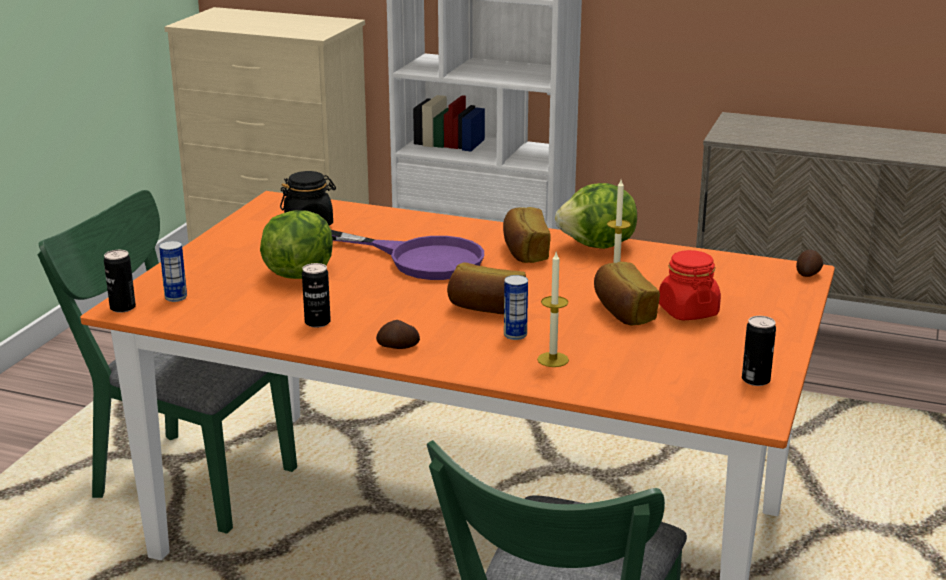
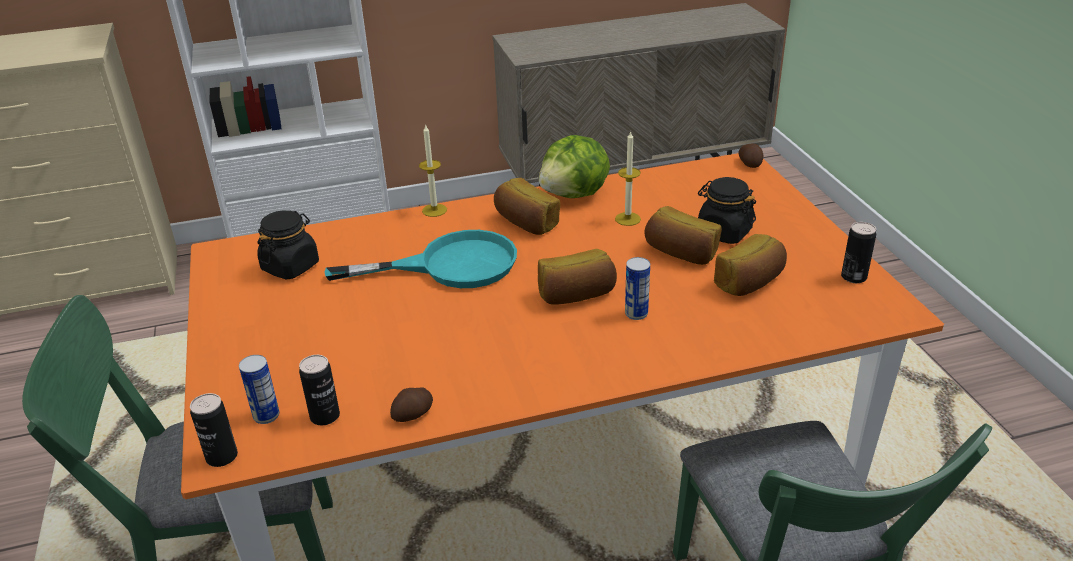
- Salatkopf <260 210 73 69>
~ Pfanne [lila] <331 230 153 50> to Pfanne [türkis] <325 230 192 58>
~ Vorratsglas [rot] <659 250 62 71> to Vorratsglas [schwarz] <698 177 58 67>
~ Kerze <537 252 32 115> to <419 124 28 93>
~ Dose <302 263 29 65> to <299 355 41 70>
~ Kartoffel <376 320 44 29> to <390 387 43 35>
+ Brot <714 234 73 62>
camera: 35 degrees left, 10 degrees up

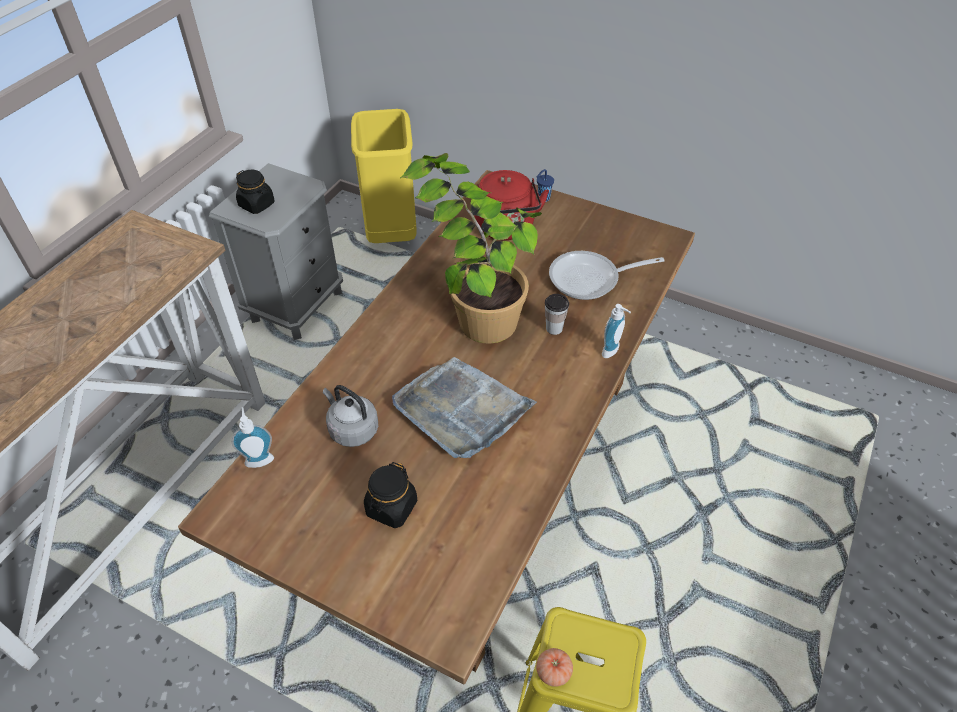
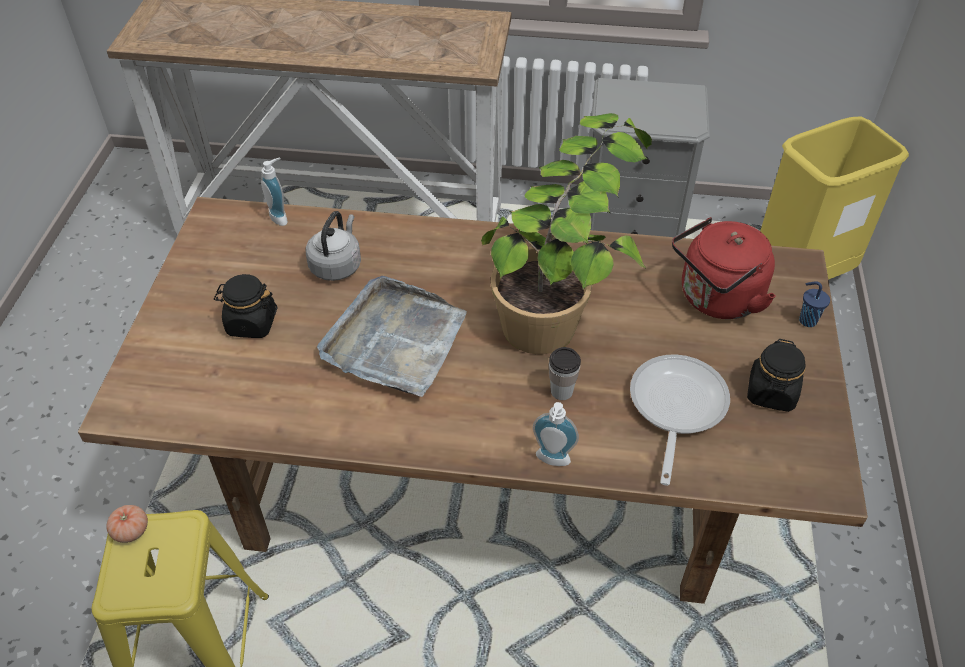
~ Vorratsglas [schwarz] <236 170 38 44> to <747 339 59 73>
~ Pfanne <549 251 115 49> = <630 355 100 131> 45 degrees clockwise
camera: 70 degrees right, 0 degrees up

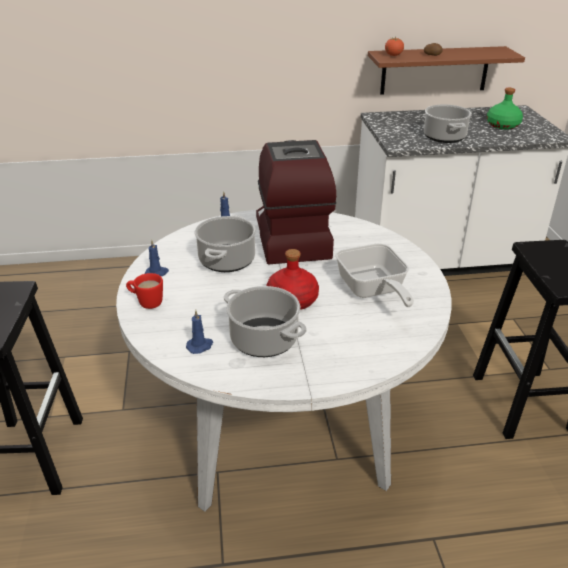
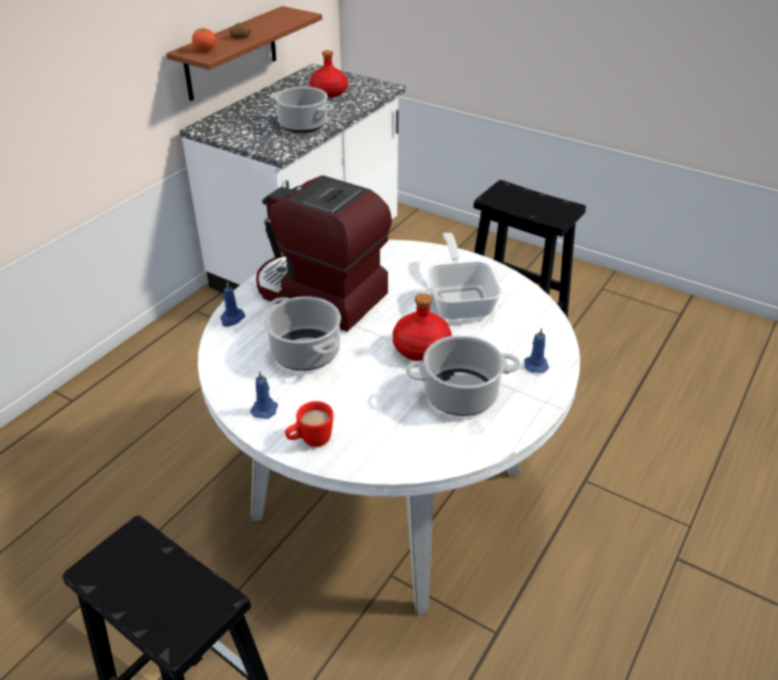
~ Flasche [grün] <487 87 36 43> to Flasche [rot] <310 50 38 47>
~ Pfanne <335 243 79 64> = <428 232 74 88> 120 degrees counterclockwise
~ Kerze [blau] <186 310 27 44> to <524 328 25 45>
camera: 50 degrees left, 5 degrees up

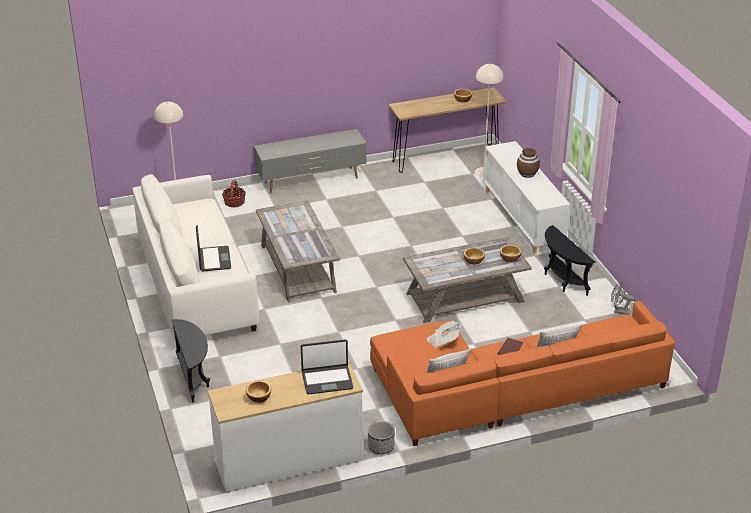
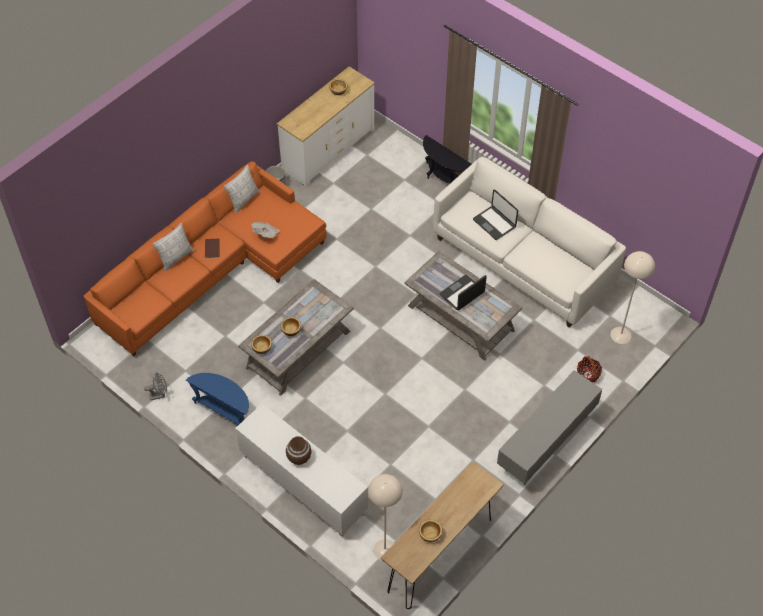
~ Beistelltisch [schwarz] <544 225 52 71> to Beistelltisch [blau] <186 373 63 52>
~ Laptop <301 340 52 54> to <439 275 48 35>
camera: 150 degrees right, 20 degrees up

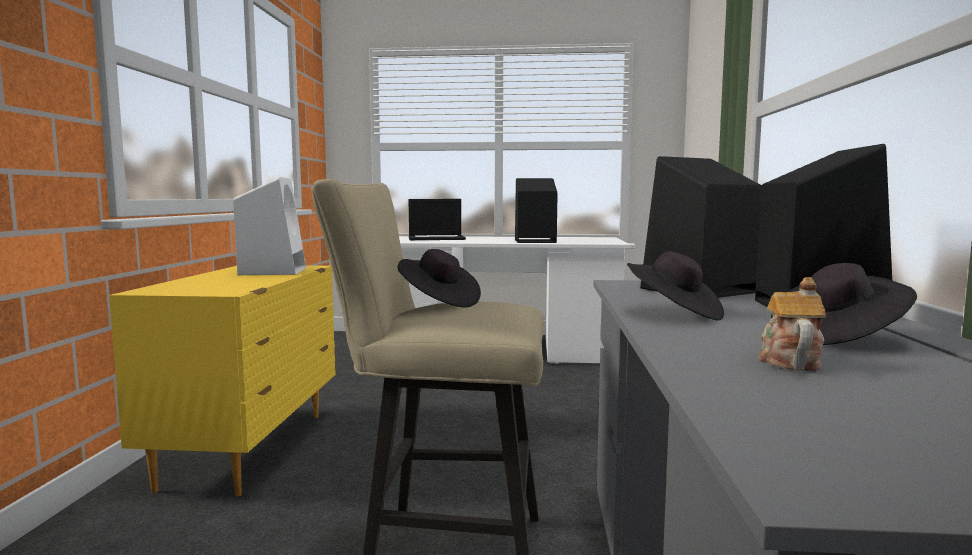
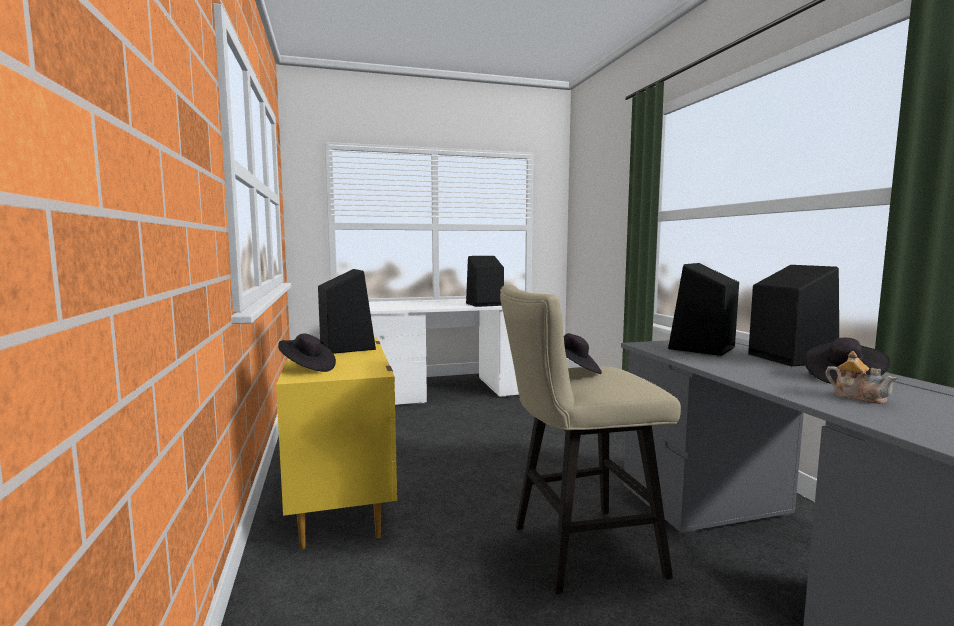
~ Lautsprecher [weiß] <233 177 73 98> to Lautsprecher [schwarz] <318 269 58 85>
- Laptop <408 199 58 41>
~ Hut [schwarz] <627 251 97 70> to <278 333 58 39>
~ Teekanne <758 277 68 94> = <825 351 72 53> 150 degrees clockwise
camera: 20 degrees left, 0 degrees up

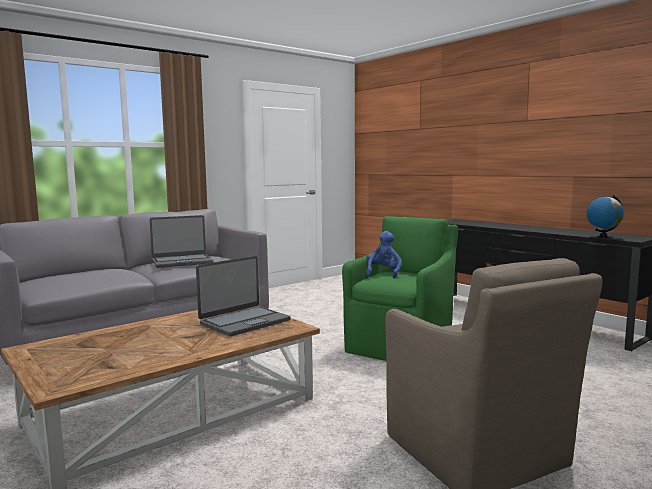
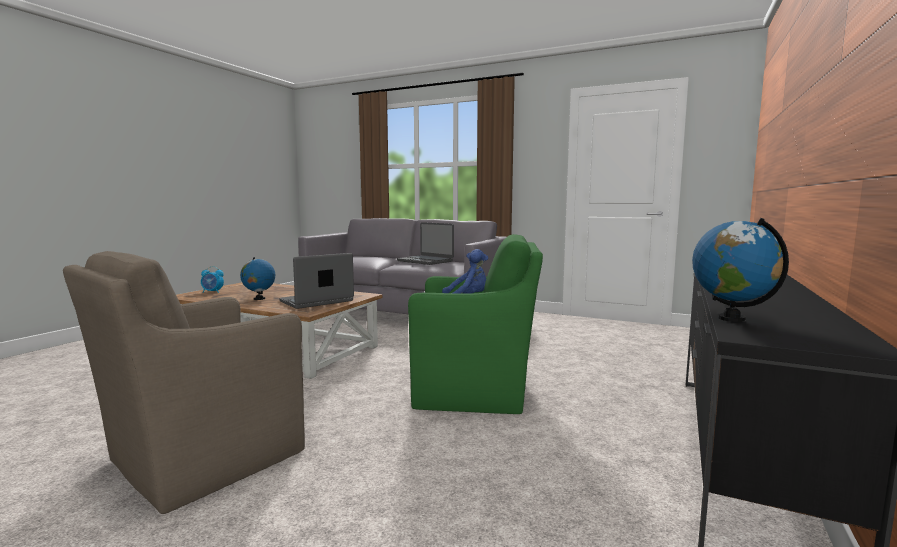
~ Laptop <196 256 95 80> = <279 253 75 56> 120 degrees clockwise
+ Globus <240 257 35 43>
+ Wecker <201 266 23 27>
camera: 65 degrees right, 0 degrees up

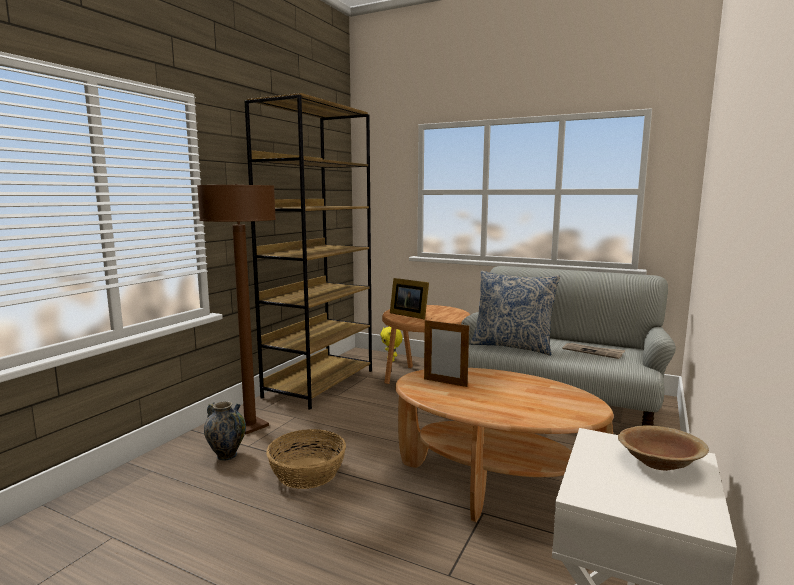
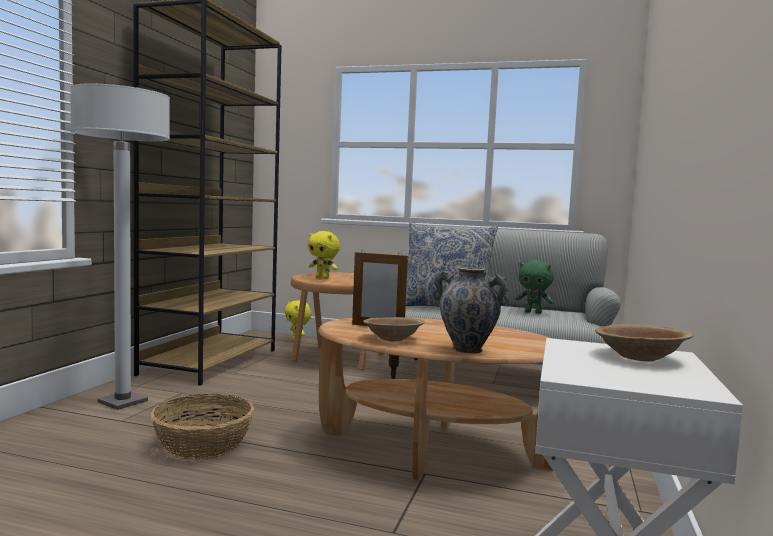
~ Stehlampe [braun] <197 184 79 250> to Stehlampe [weiß] <70 83 100 327>
~ Bilderrahmen <390 278 39 41> to Plüschtier [gelb] <308 231 32 48>
~ Zeitung <562 343 63 16> to Plüschtier [grün] <515 260 39 54>
~ Vase <204 401 42 59> to <433 267 76 86>
+ Schüssel [braun] <363 317 62 24>
camera: 10 degrees left, 5 degrees down

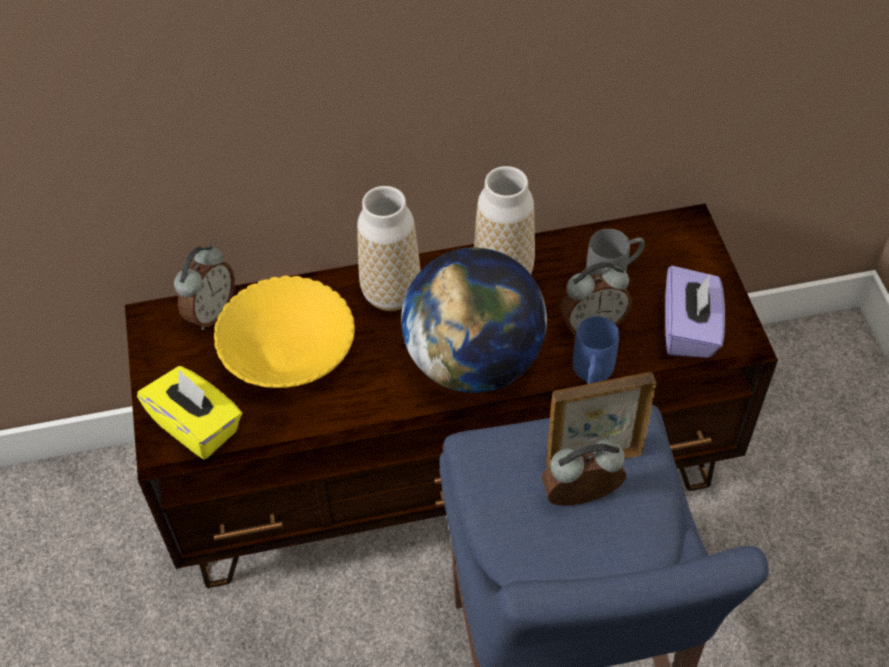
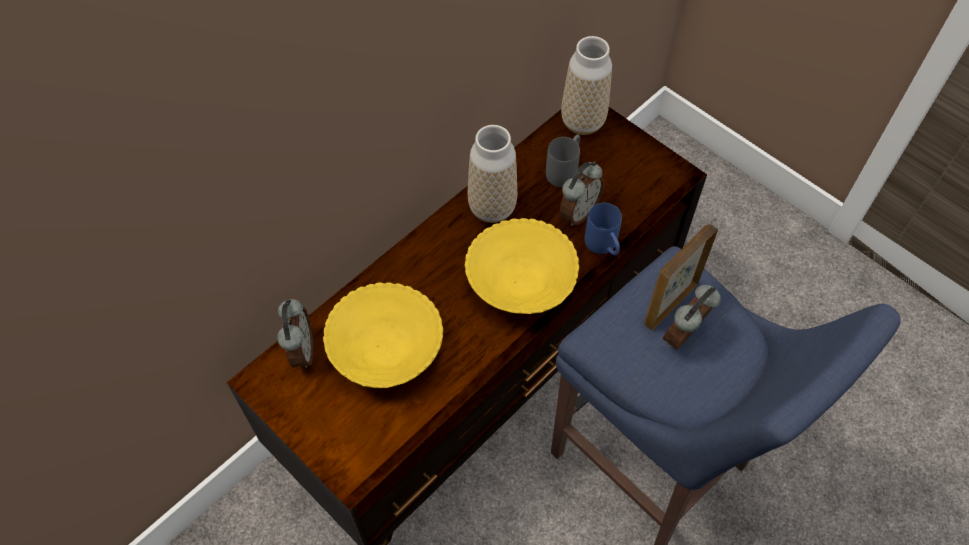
~ Vase <357 186 64 125> to <561 36 51 99>
~ Globus <401 247 146 146> to Schüssel [gelb] <465 218 114 96>
- Taschentuchbox [lila] <665 266 60 92>
- Taschentuchbox [gelb] <137 366 105 93>
camera: 35 degrees left, 5 degrees up

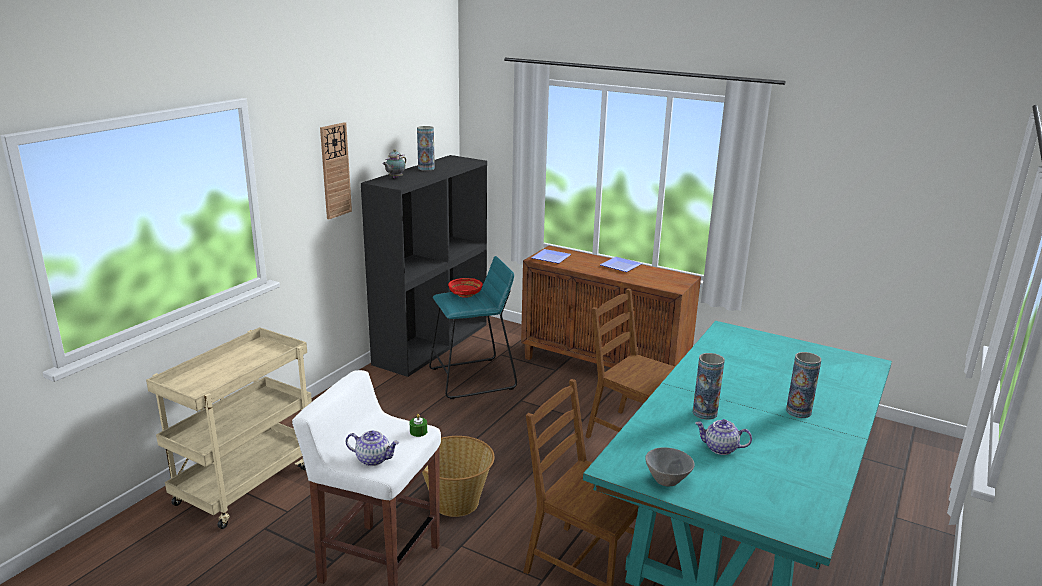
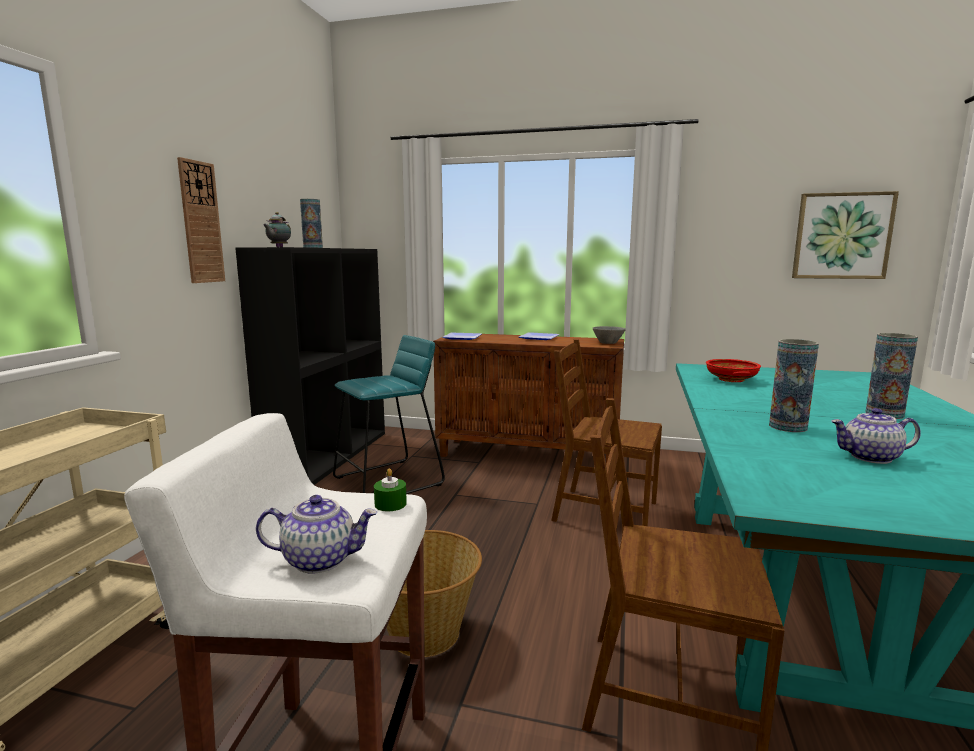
~ Schüssel [rot] <448 278 35 20> to <706 359 55 23>
~ Schüssel [grau] <645 447 50 39> to <593 326 33 18>
+ Bild <792 191 107 88>
camera: 15 degrees left, 10 degrees down

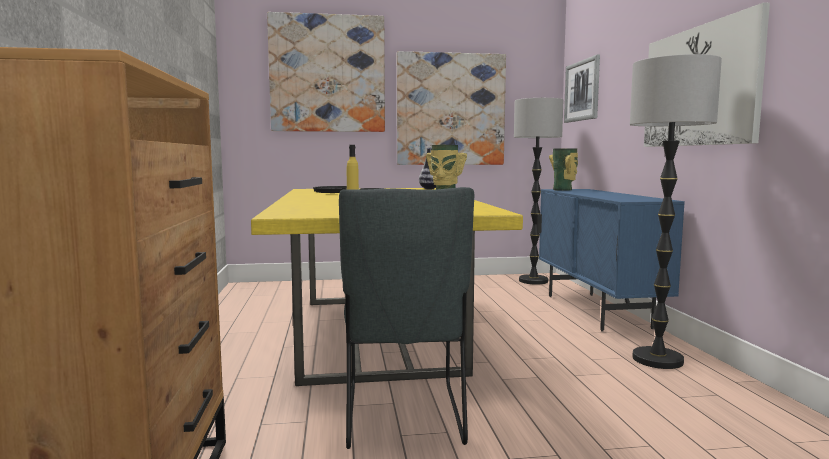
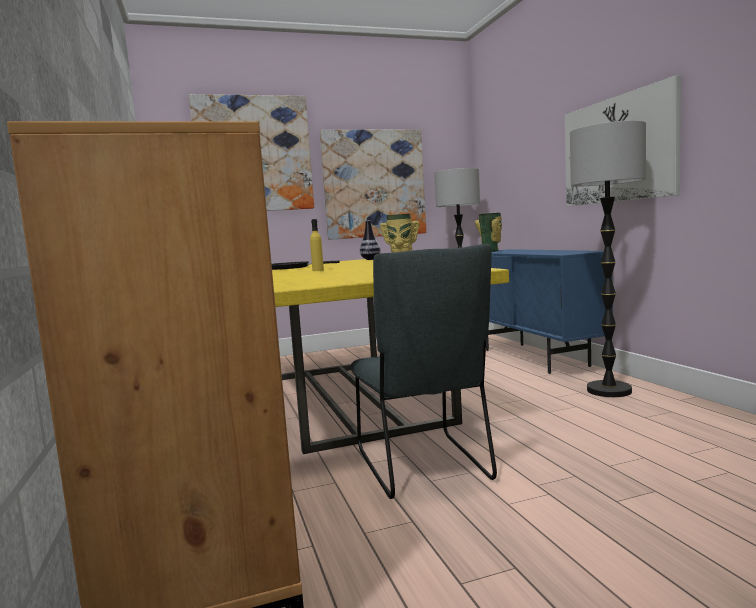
- Bild <564 55 36 68>
camera: 10 degrees left, 0 degrees up

